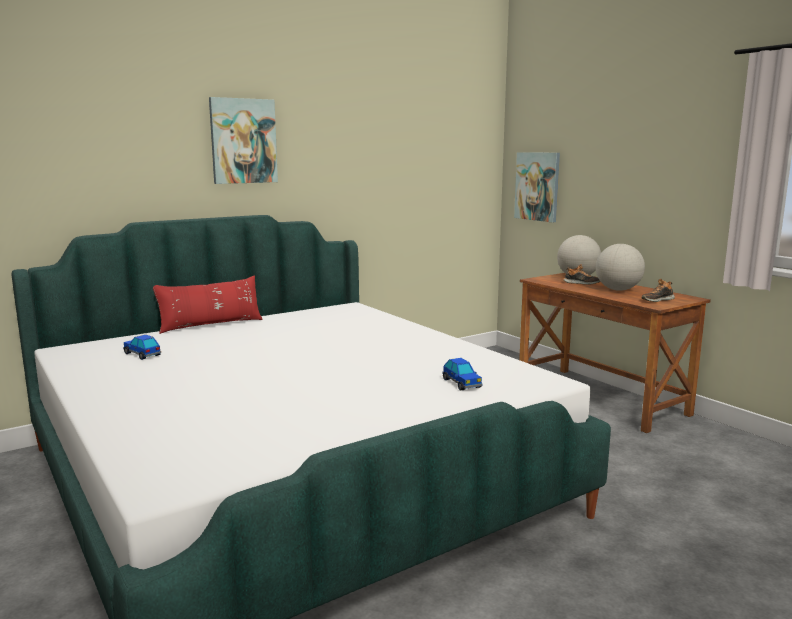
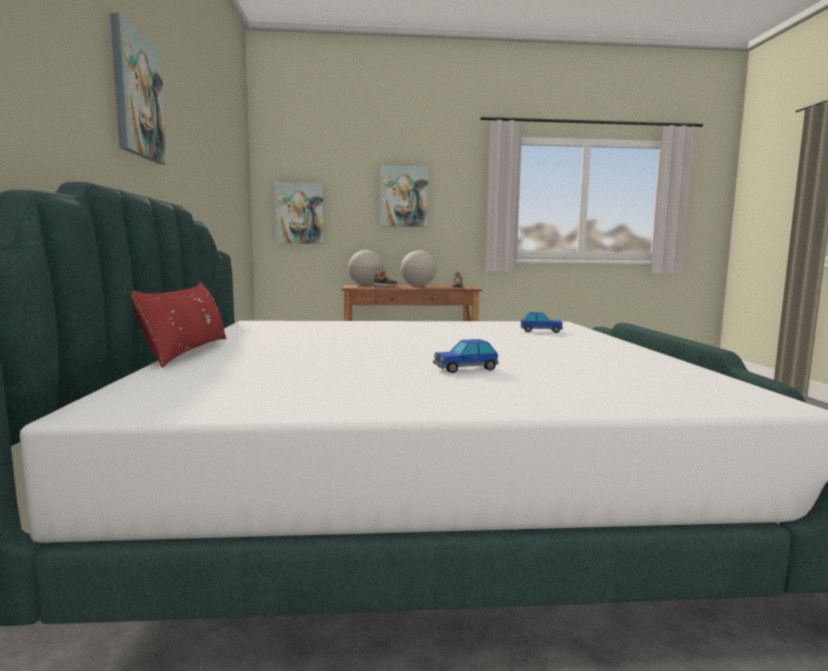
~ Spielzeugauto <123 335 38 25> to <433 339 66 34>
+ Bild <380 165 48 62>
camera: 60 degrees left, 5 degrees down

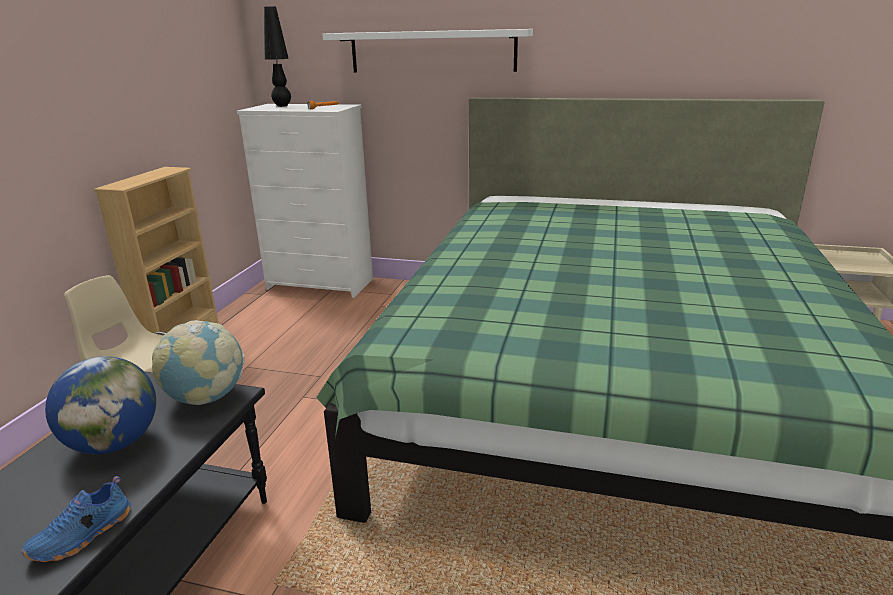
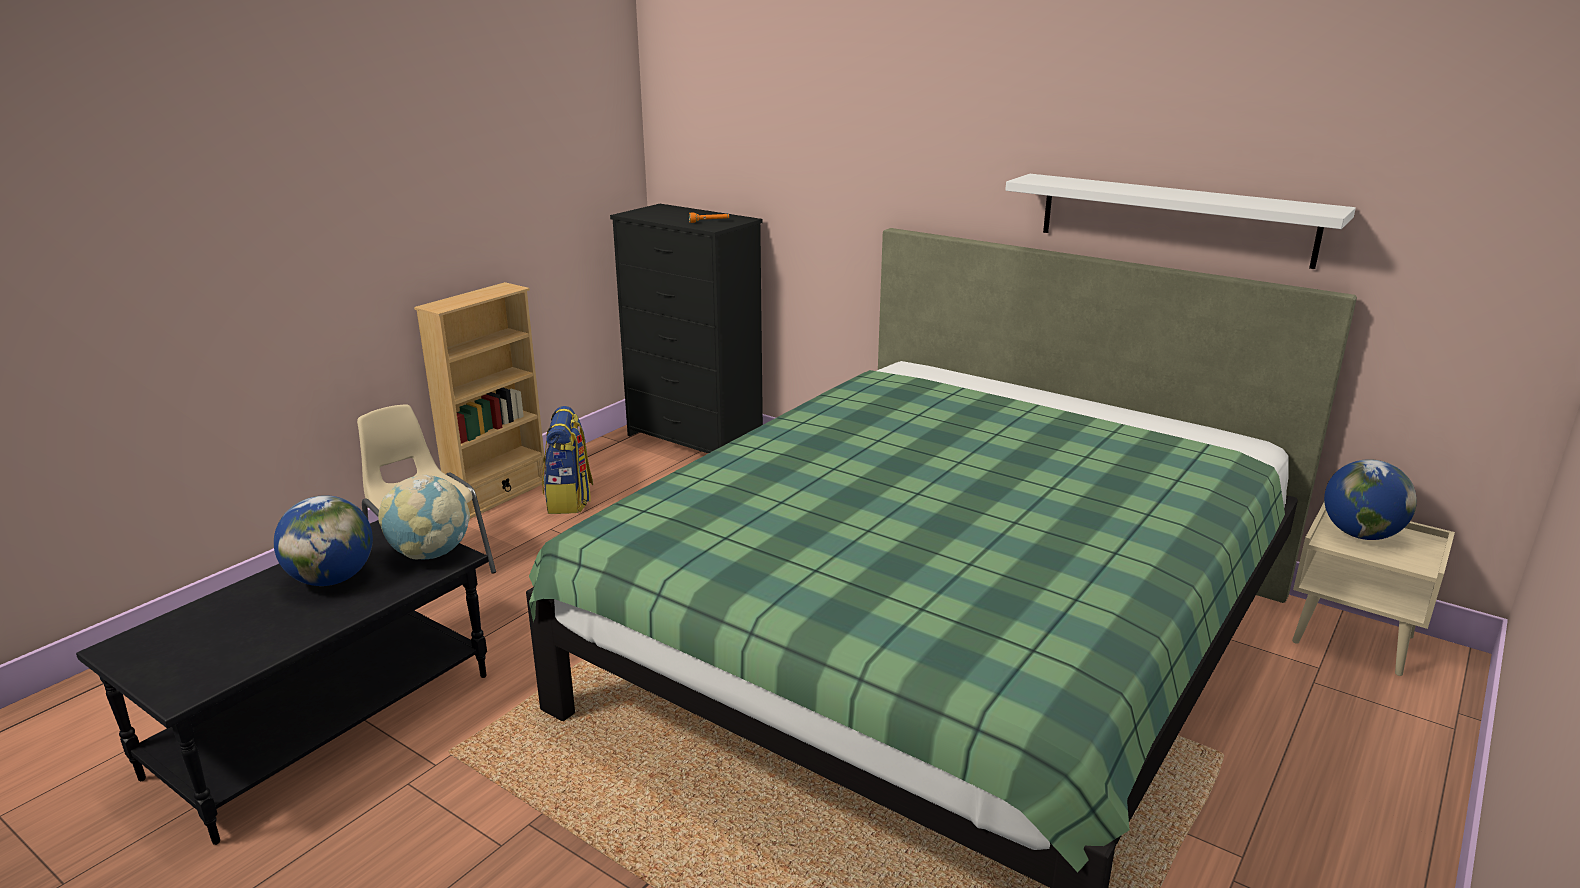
- Tischlampe [schwarz] <264 6 27 101>
~ Wandregal [weiß] <323 29 210 43> to <1005 174 351 95>
~ Kommode [weiß] <237 104 136 194> to Kommode [schwarz] <610 204 153 250>
- Schuh [blau] <21 476 110 86>
+ Rucksack <542 406 51 108>
+ Globus <1324 459 93 81>
camera: 20 degrees right, 0 degrees up

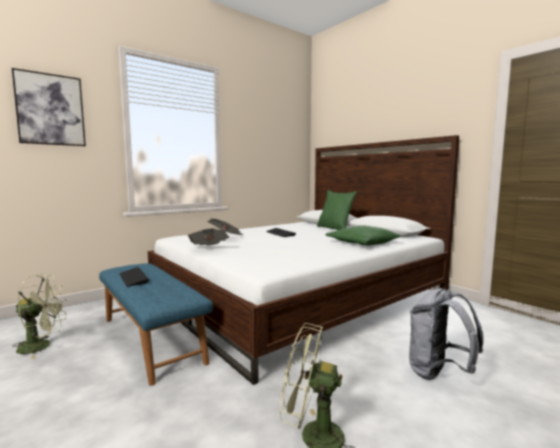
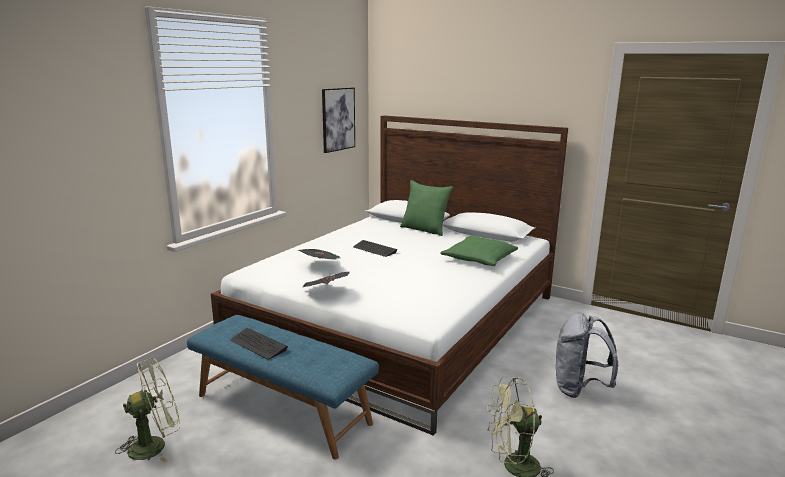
~ Bild <12 68 74 78> to <322 88 33 65>
camera: 20 degrees left, 10 degrees up

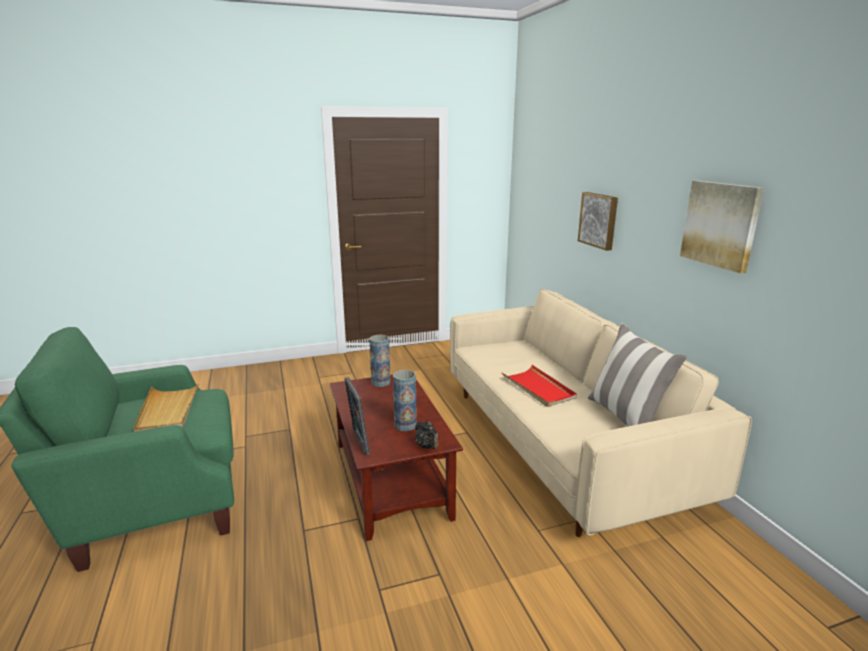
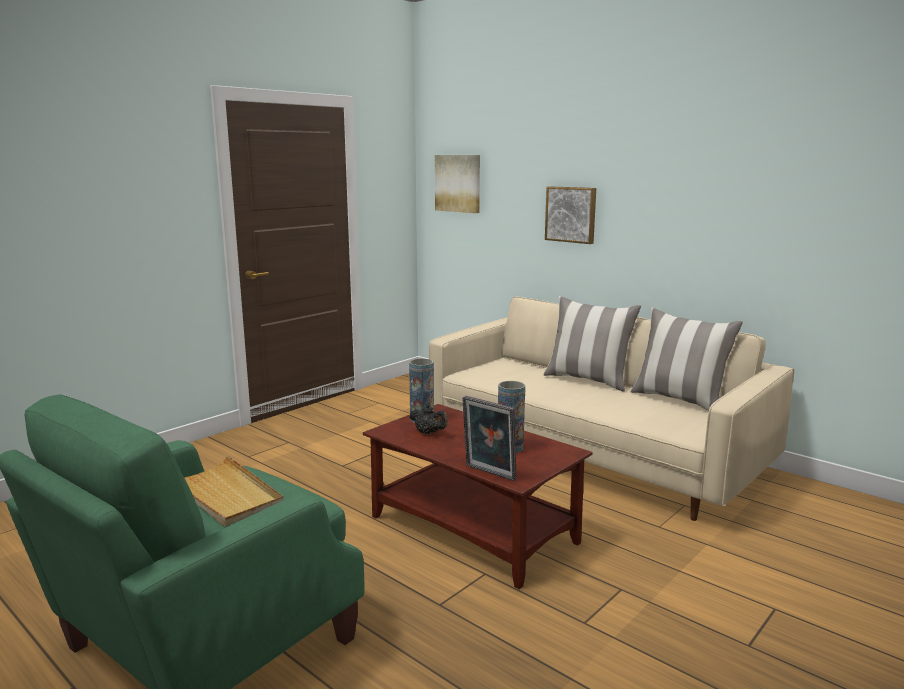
~ Bild <680 181 84 92> to <435 155 45 58>
- Tablett [rot] <501 365 76 42>
~ Teekanne [schwarz] <415 420 23 29> to <410 403 38 31>
+ Kissen <543 296 98 96>
camera: 30 degrees left, 5 degrees down

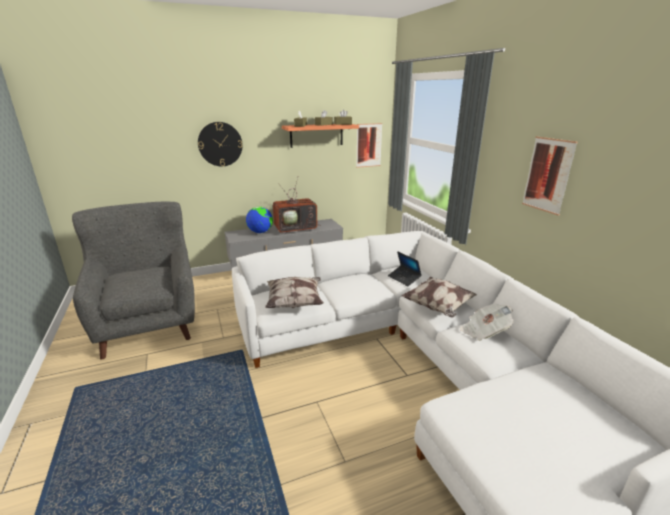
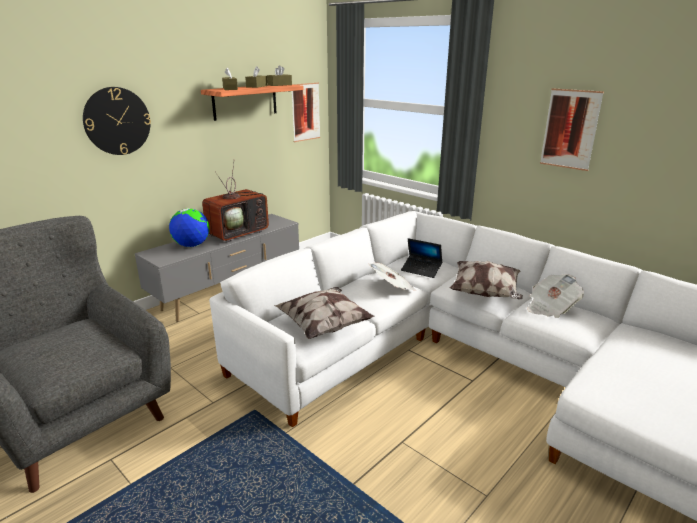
+ Zeitung <369 262 47 29>
camera: 25 degrees left, 0 degrees up

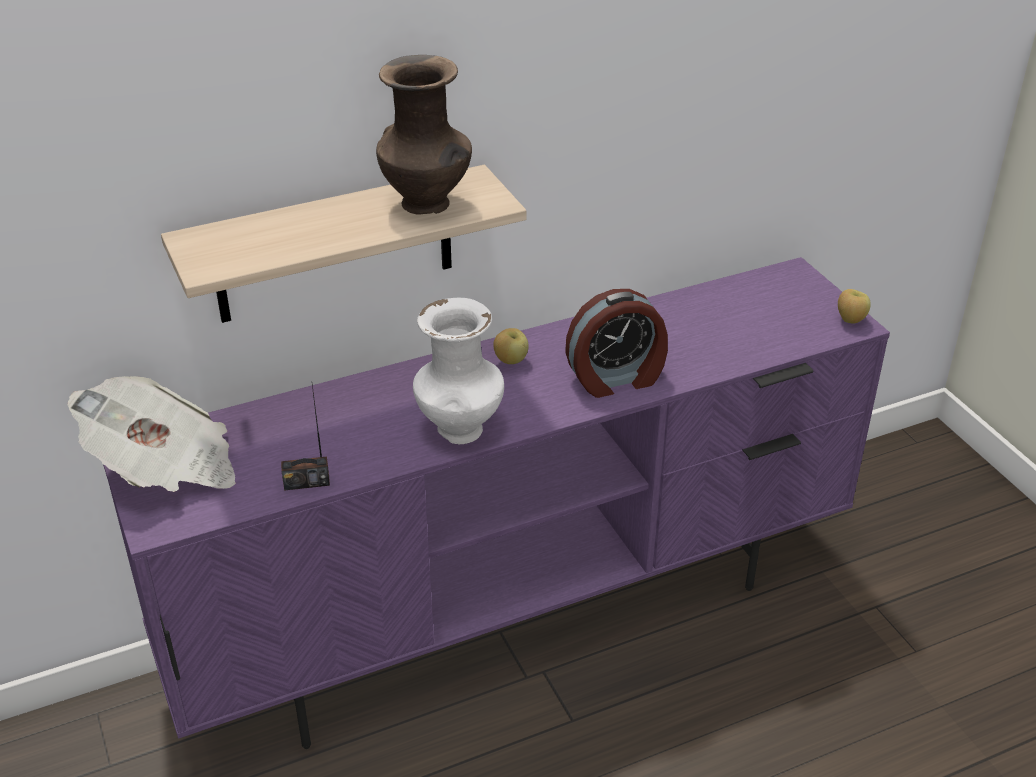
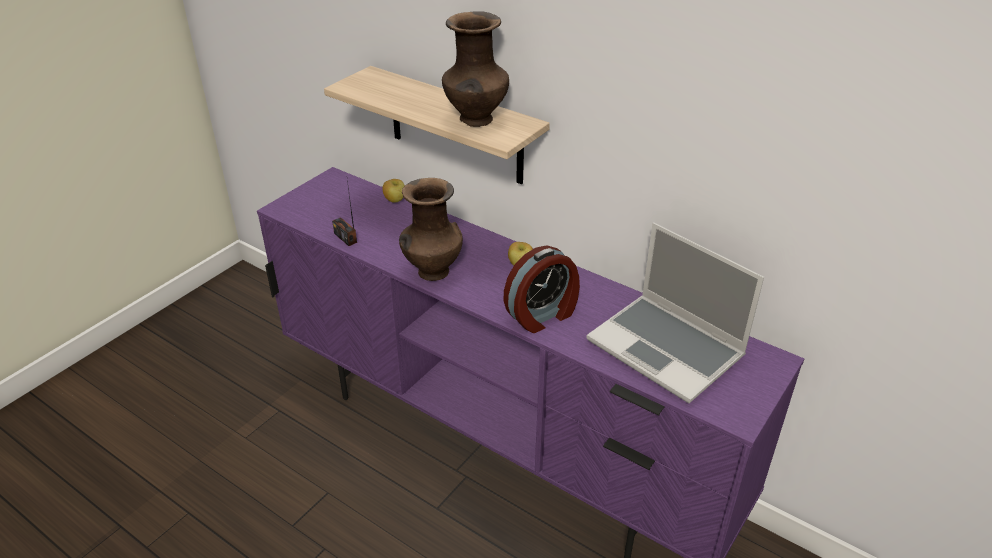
~ Wecker <565 289 103 109> = <503 245 77 88> 75 degrees counterclockwise
~ Apfel <838 289 33 35> to <382 179 23 23>
~ Vase [weiß] <413 298 91 146> to Vase [braun] <399 178 64 103>
- Zeitung <68 376 168 116>
+ Laptop <586 223 178 180>
camera: 60 degrees right, 0 degrees up

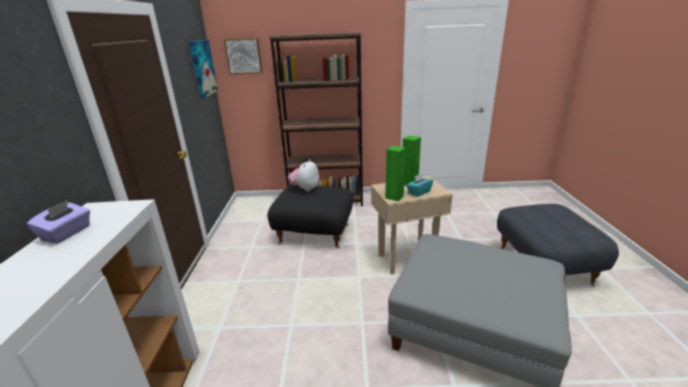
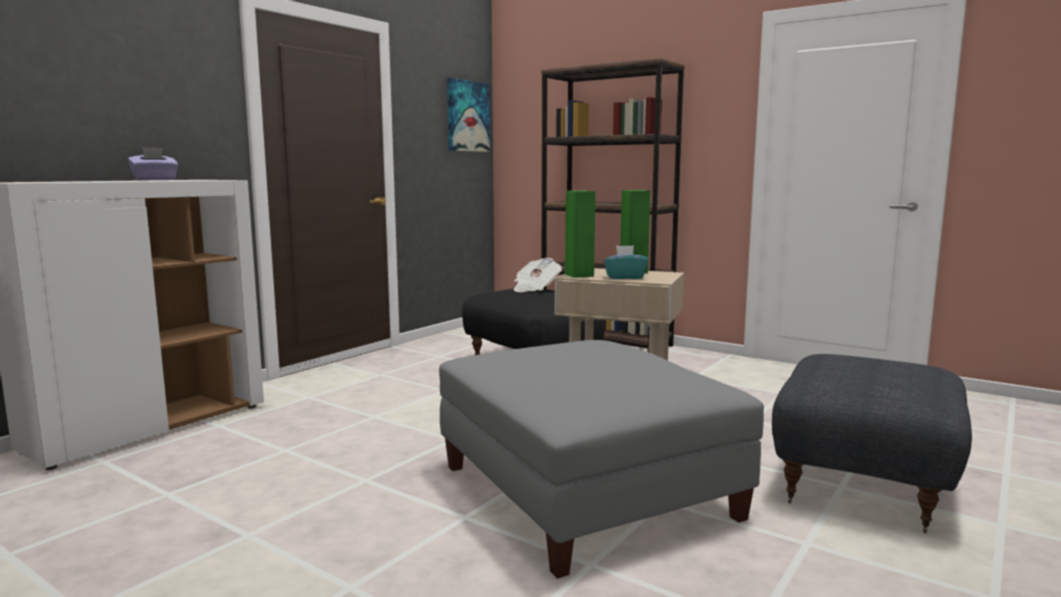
- Bild <224 38 39 36>
~ Plüschtier <288 159 31 33> to Zeitung <514 258 48 34>
camera: 35 degrees right, 15 degrees down

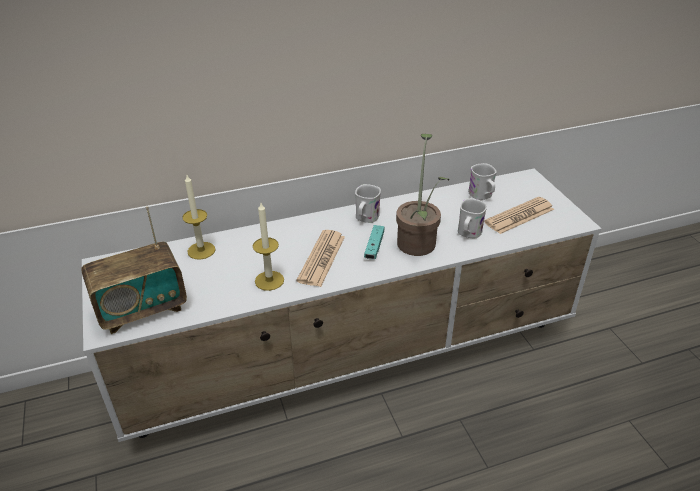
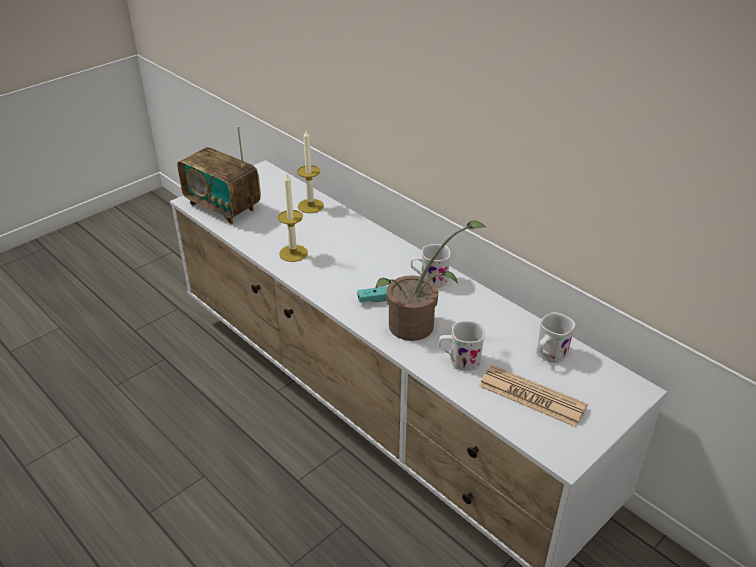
- Zeitung <297 230 48 57>
camera: 65 degrees right, 0 degrees up

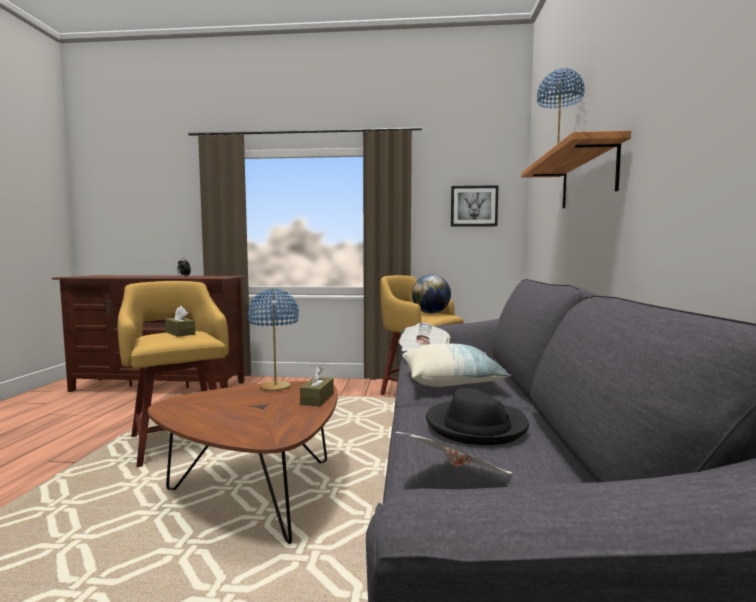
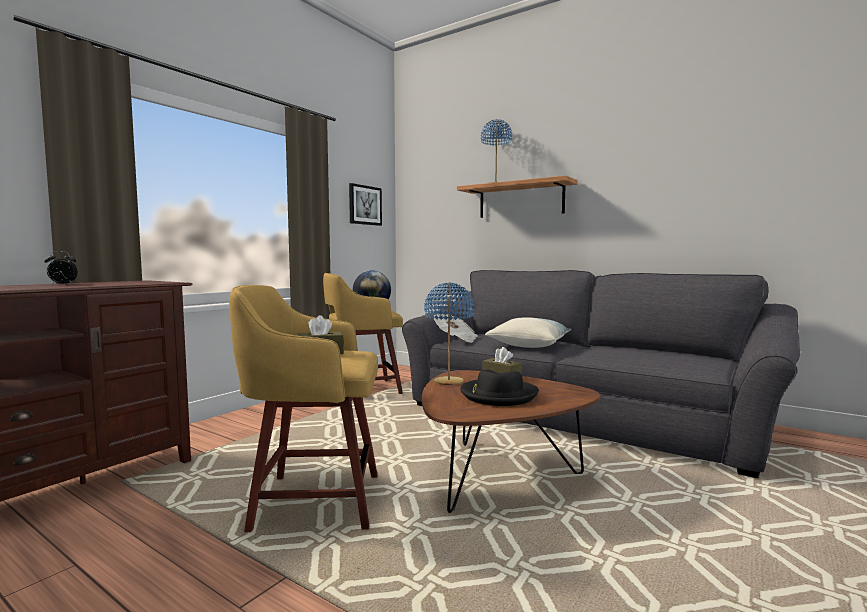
~ Hut [schwarz] <426 388 103 57> to <460 369 79 37>
- Zeitung <395 432 122 46>
camera: 60 degrees left, 0 degrees up

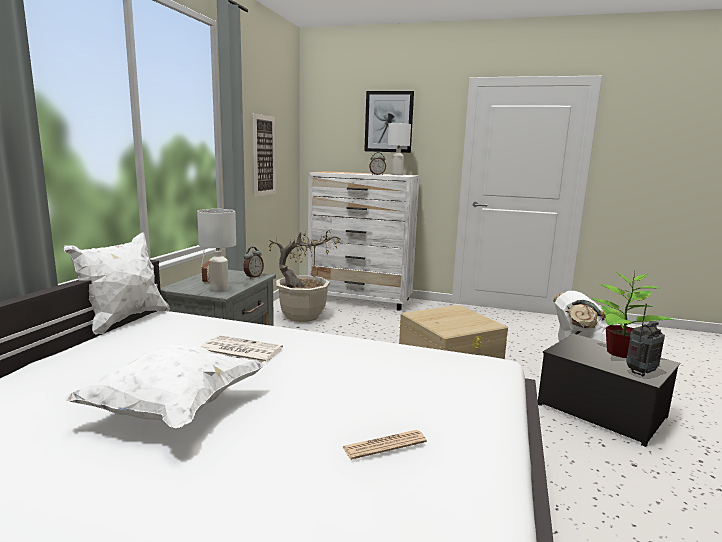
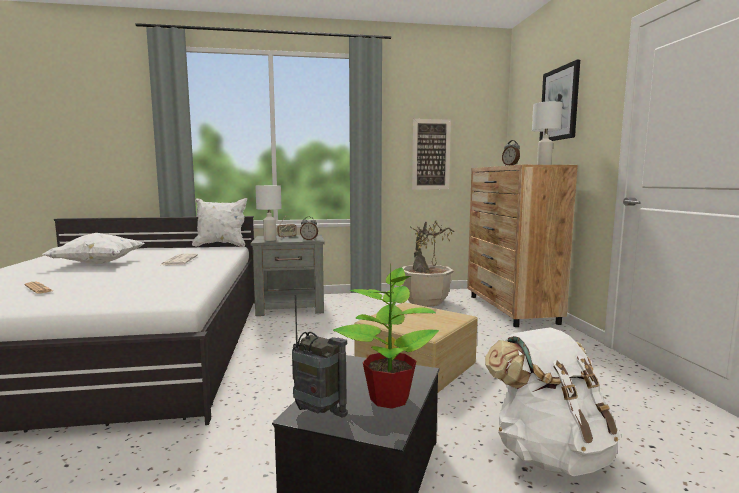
~ Kommode [weiß] <308 171 111 140> to Kommode [braun] <467 165 111 162>
camera: 65 degrees right, 5 degrees down

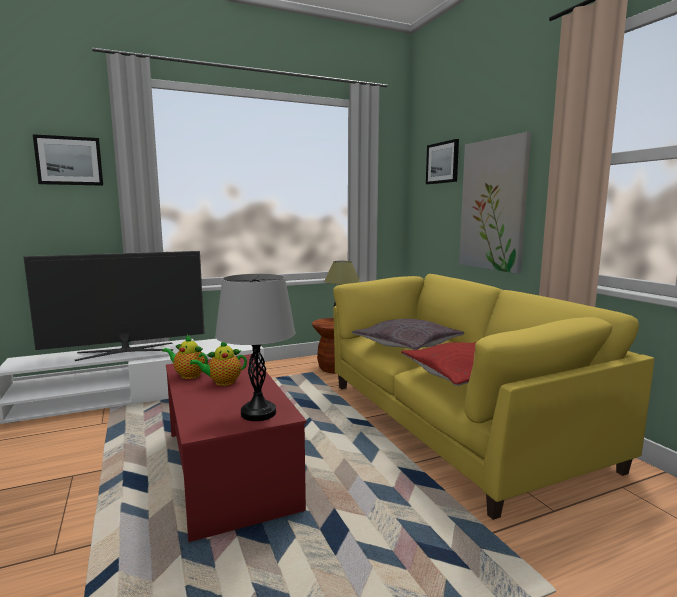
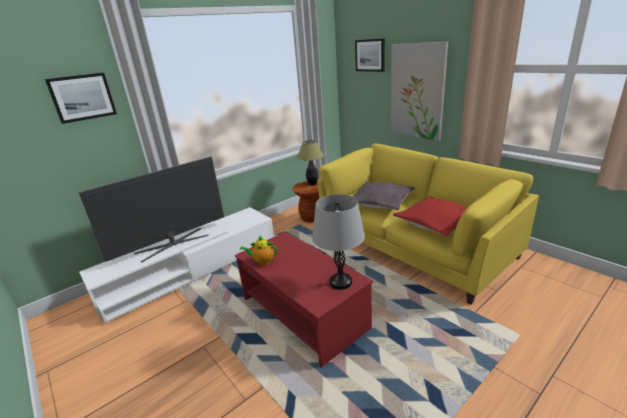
- Teekanne <190 342 57 44>
camera: 15 degrees left, 15 degrees up

